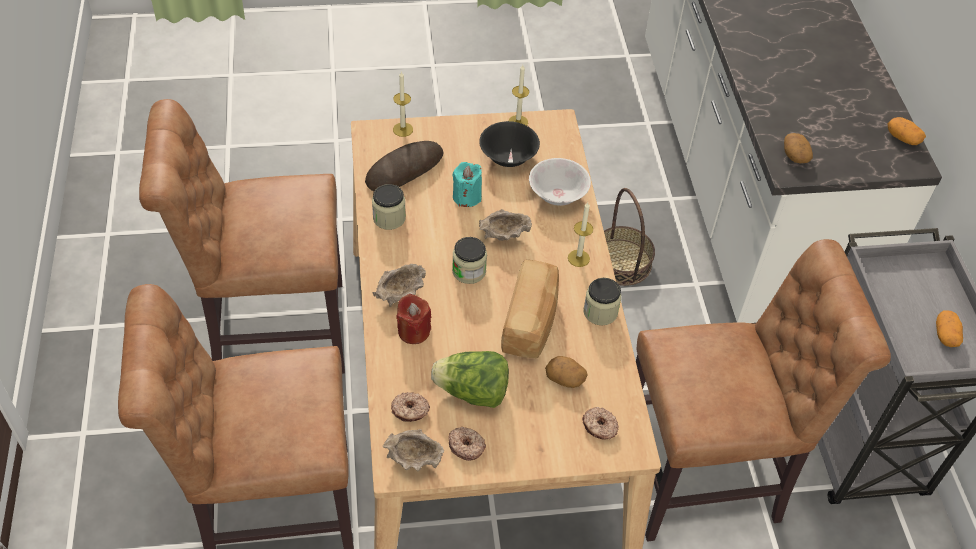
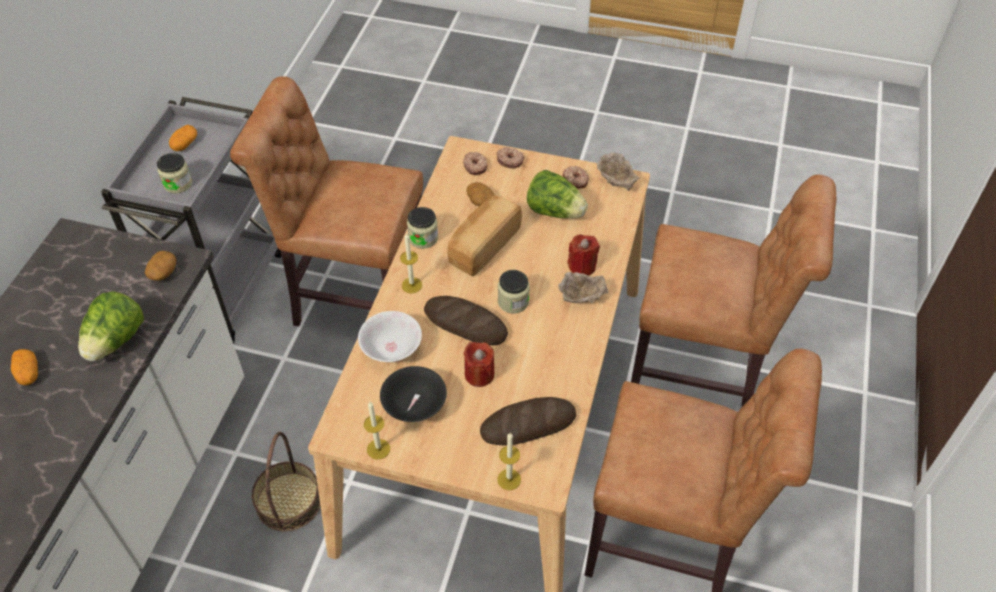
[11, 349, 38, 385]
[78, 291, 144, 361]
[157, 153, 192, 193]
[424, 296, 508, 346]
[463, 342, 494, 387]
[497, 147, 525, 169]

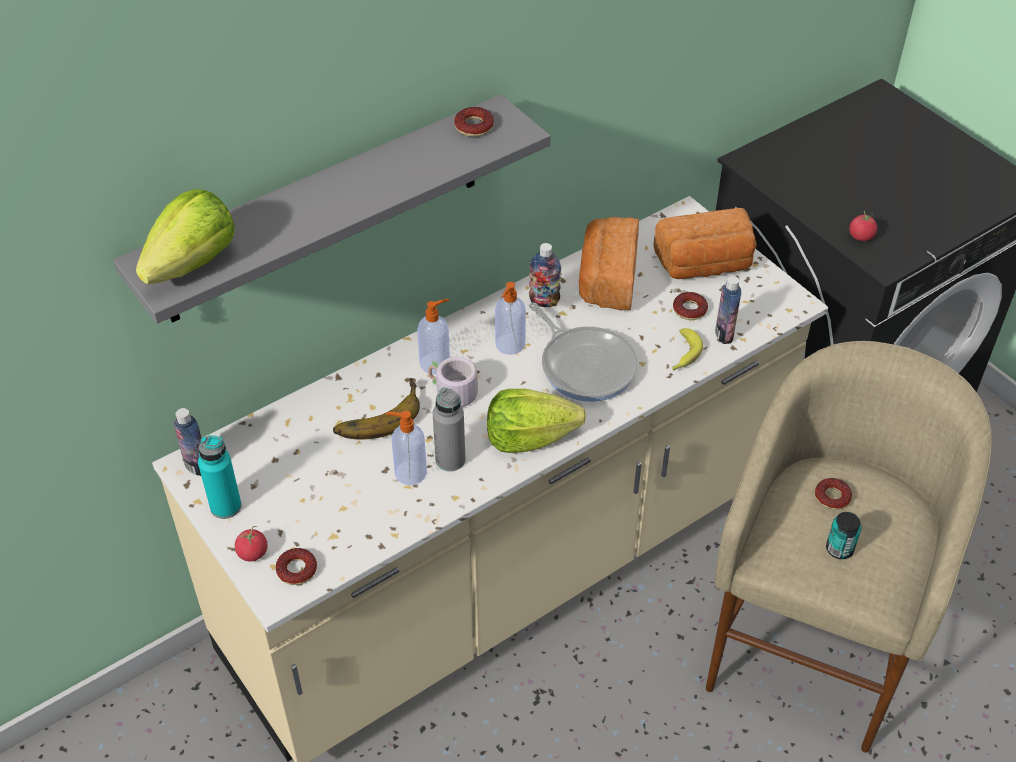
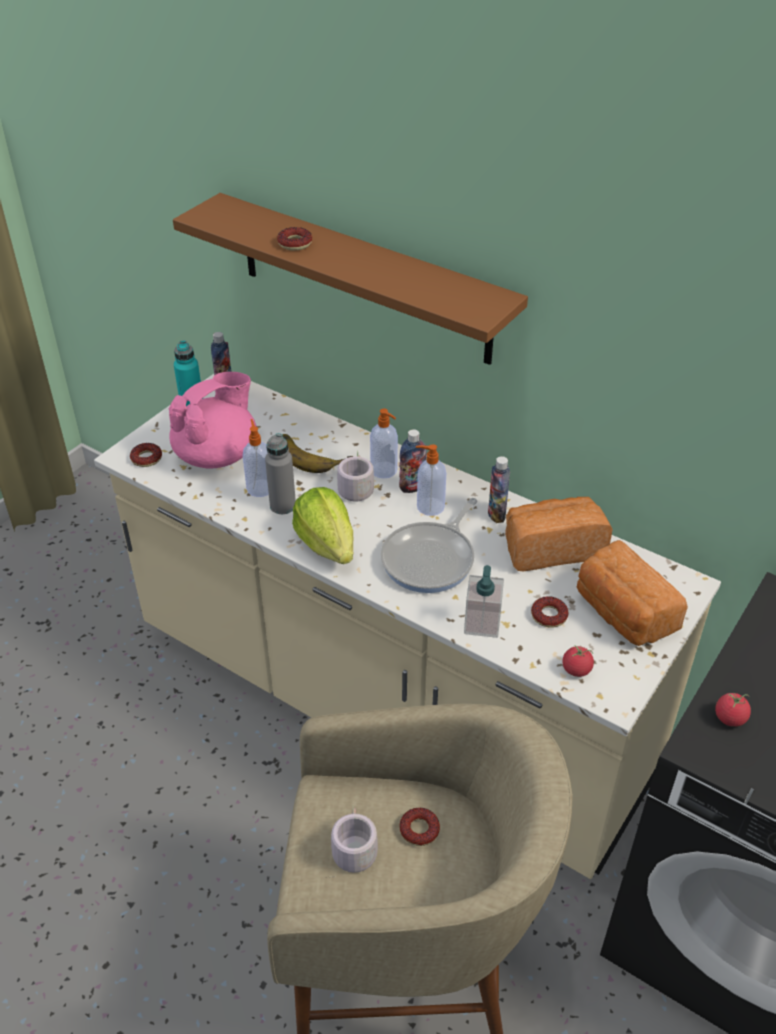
[169, 372, 256, 468]
[173, 193, 528, 365]
[277, 227, 312, 251]
[331, 807, 378, 873]
[399, 429, 427, 493]
[464, 565, 504, 638]
[563, 645, 594, 677]
[136, 189, 235, 284] (first image)

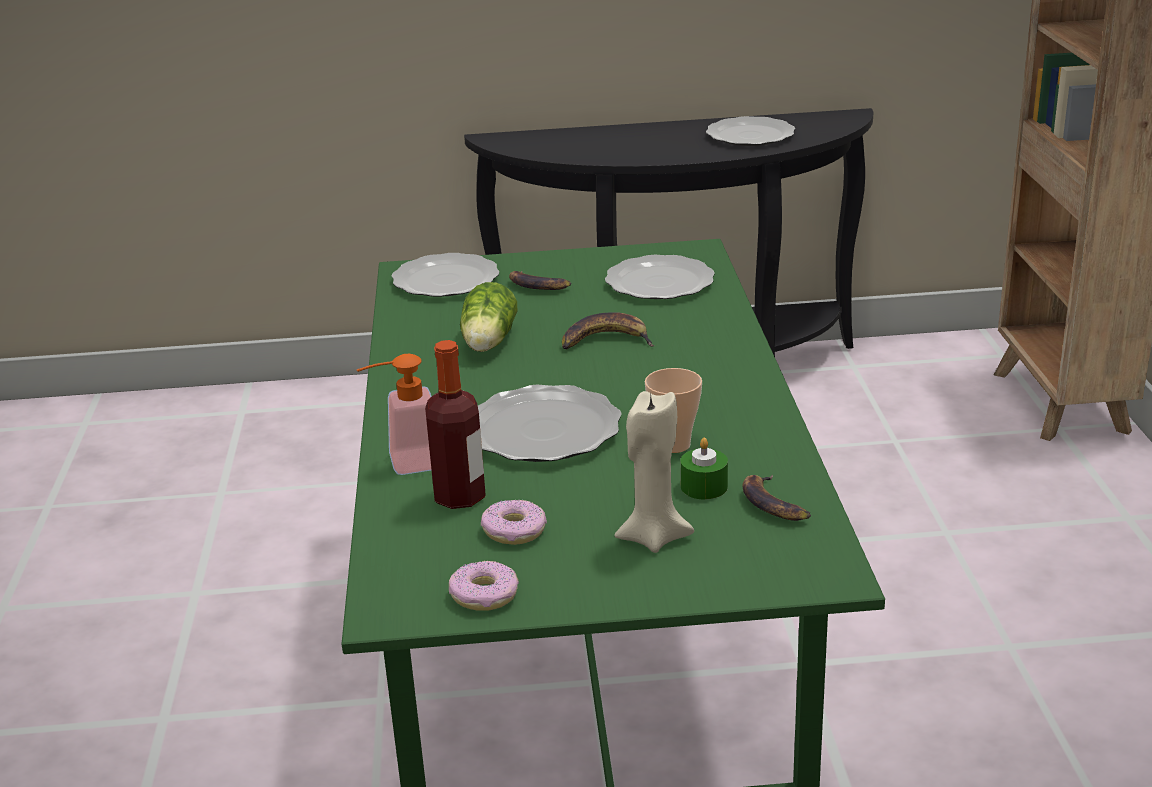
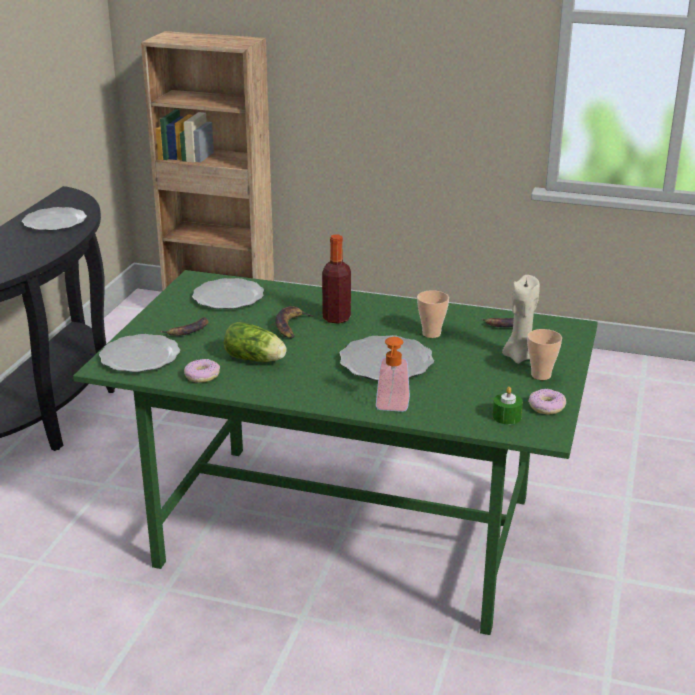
[184, 359, 220, 383]
[322, 234, 351, 324]
[493, 387, 523, 425]
[527, 329, 562, 380]

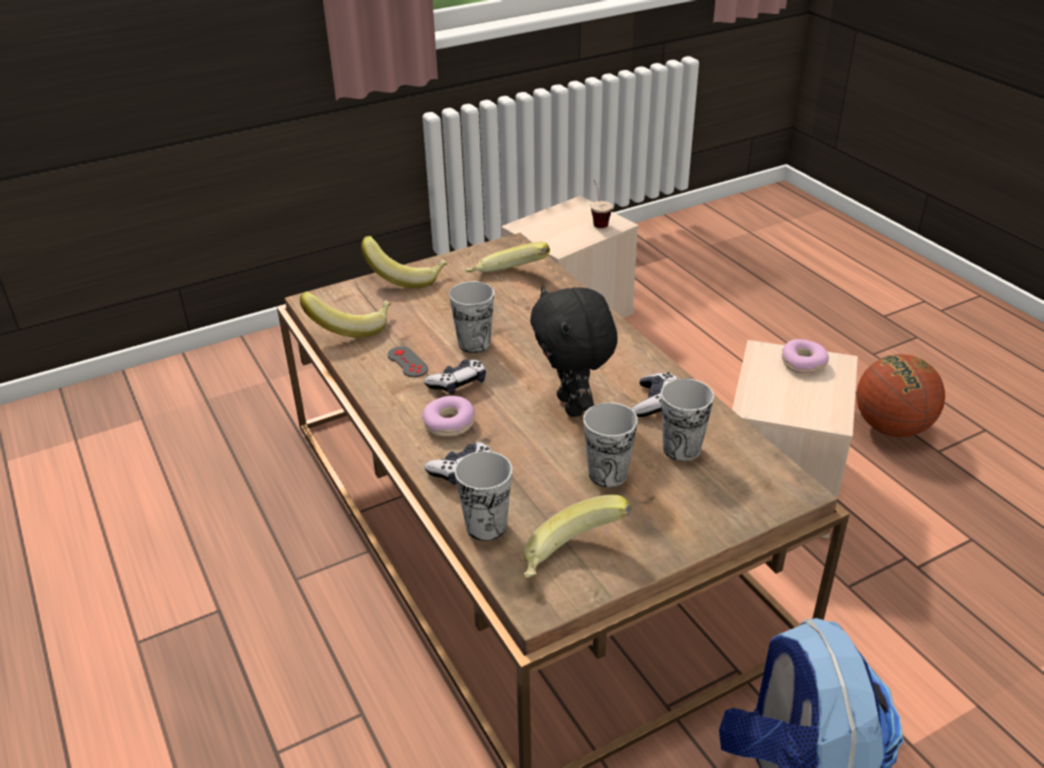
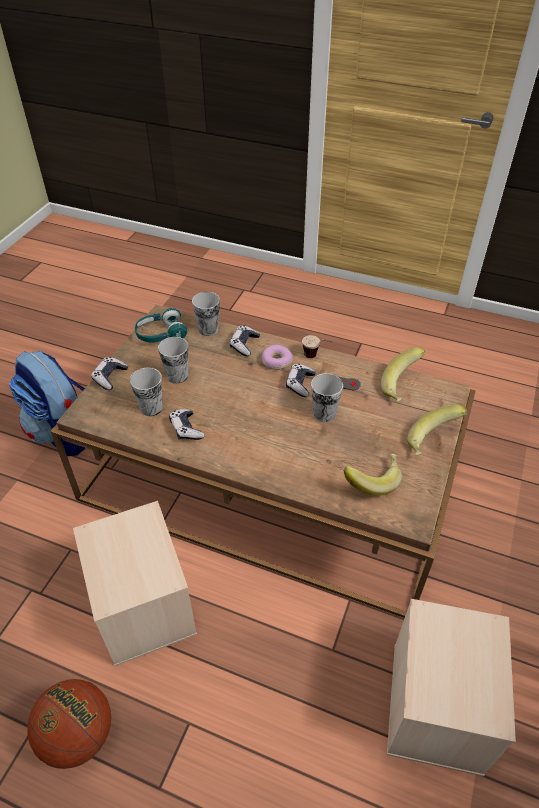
[91, 357, 128, 390]
[135, 308, 187, 343]
[302, 335, 332, 358]
[530, 286, 617, 417] (first image)
[782, 339, 829, 373] (first image)

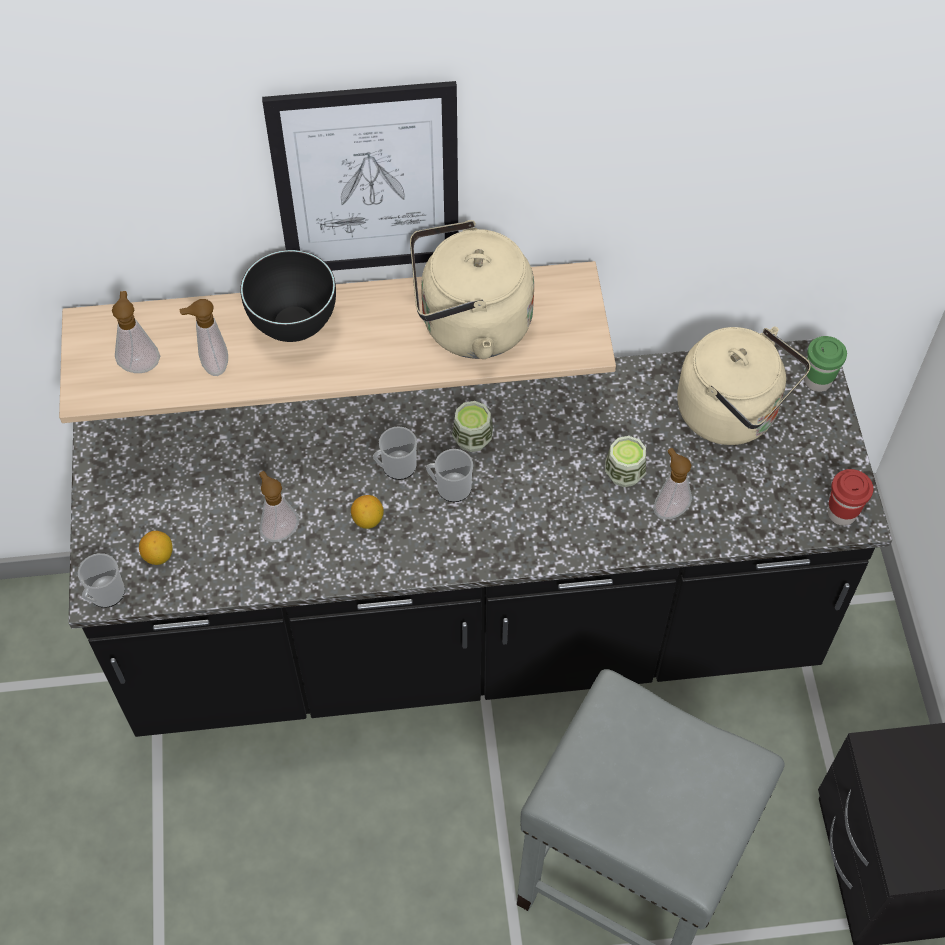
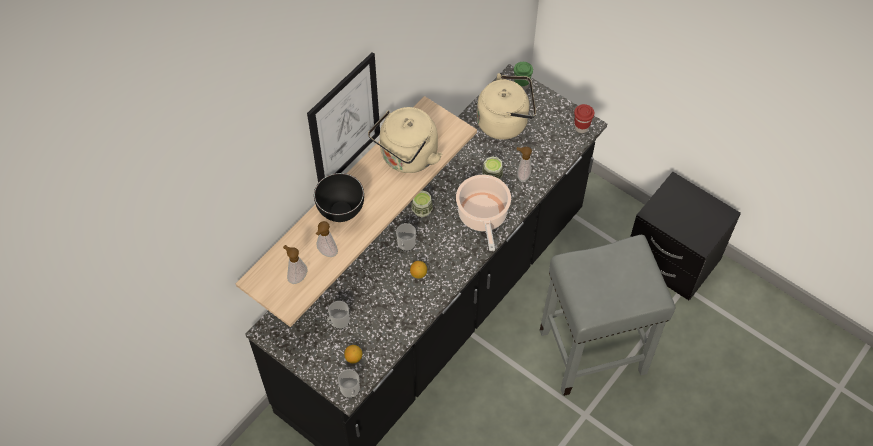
[327, 301, 350, 329]
[456, 175, 511, 251]
[259, 471, 299, 542] (first image)

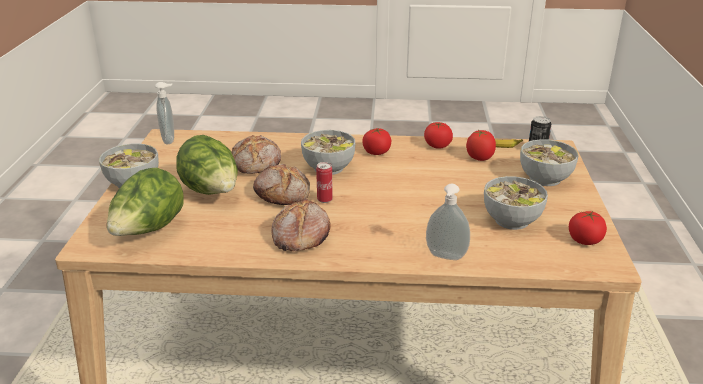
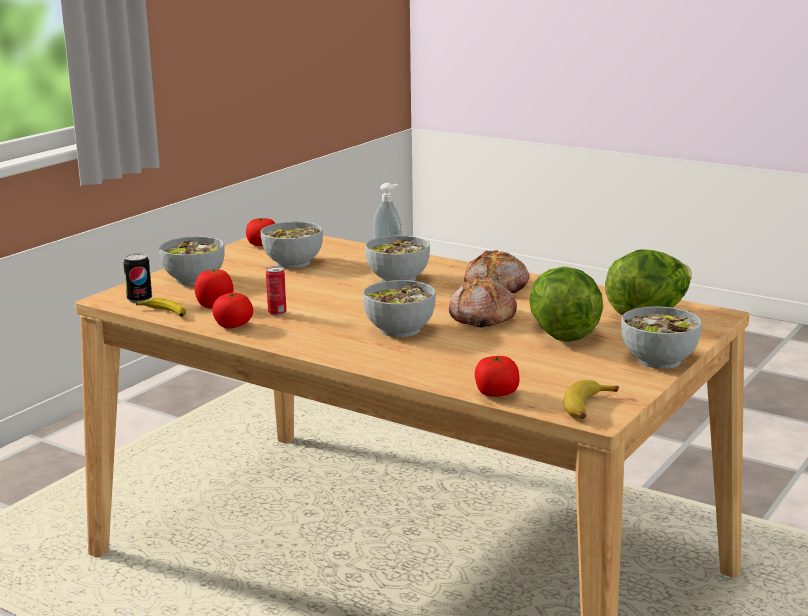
[266, 266, 286, 316]
[365, 235, 430, 282]
[475, 356, 520, 397]
[563, 380, 619, 419]
[231, 135, 281, 174] (first image)

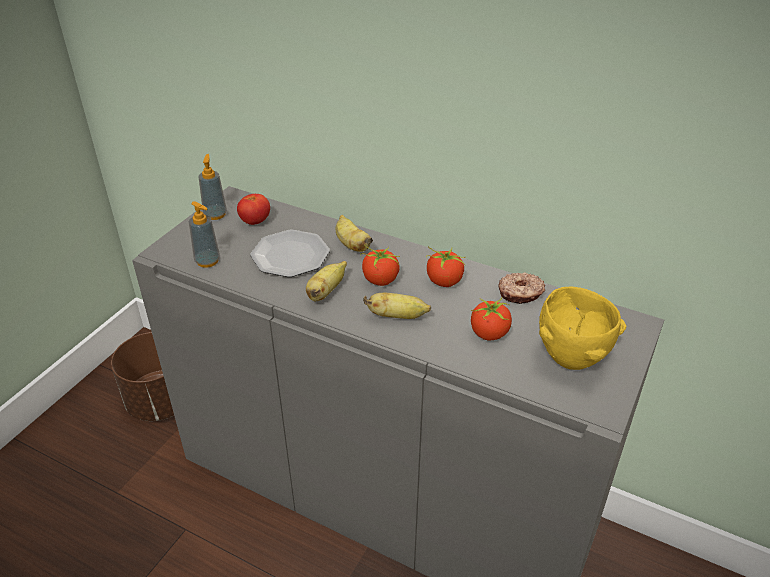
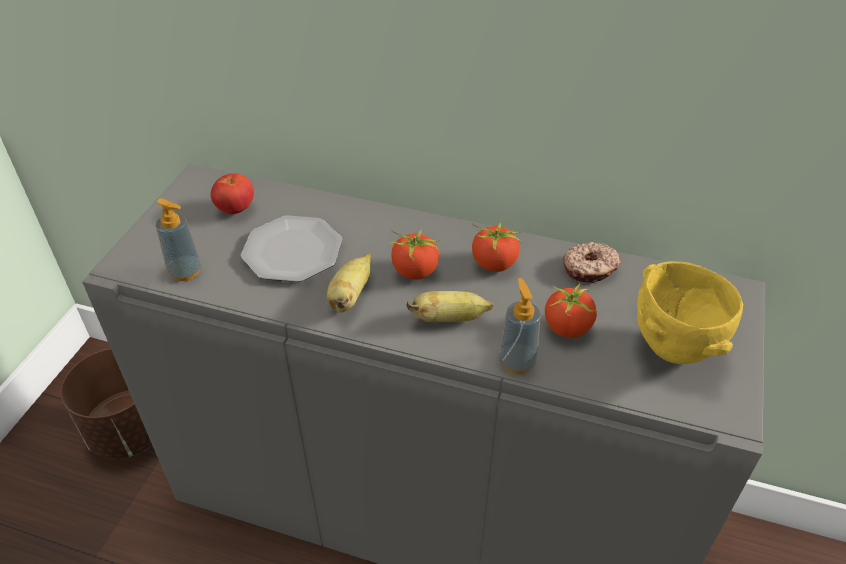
[499, 278, 541, 374]
[336, 215, 373, 252] (first image)

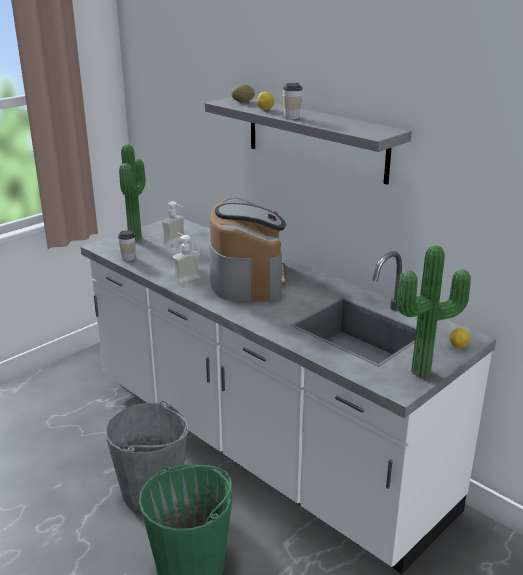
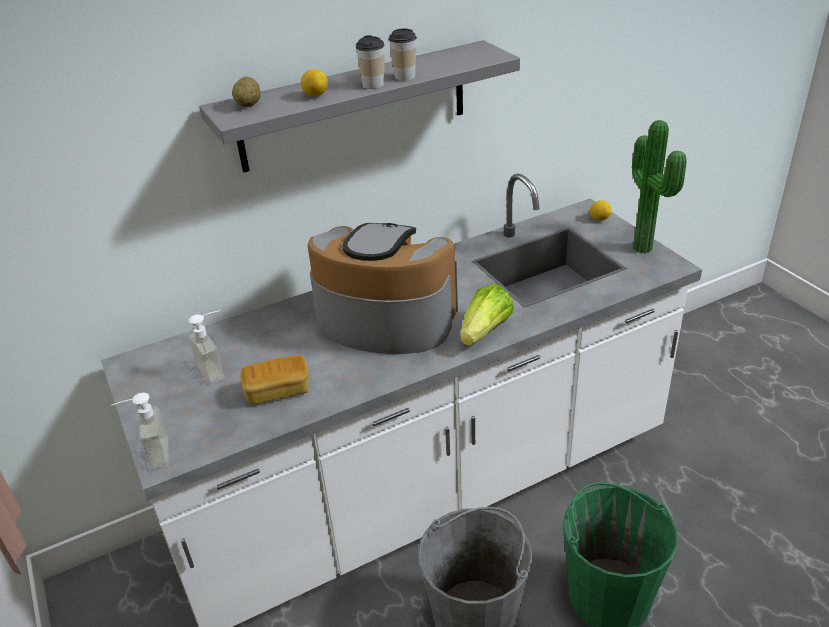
[111, 393, 169, 470]
[240, 355, 309, 404]
[389, 29, 417, 81]
[460, 284, 514, 346]
[119, 145, 146, 240] (first image)

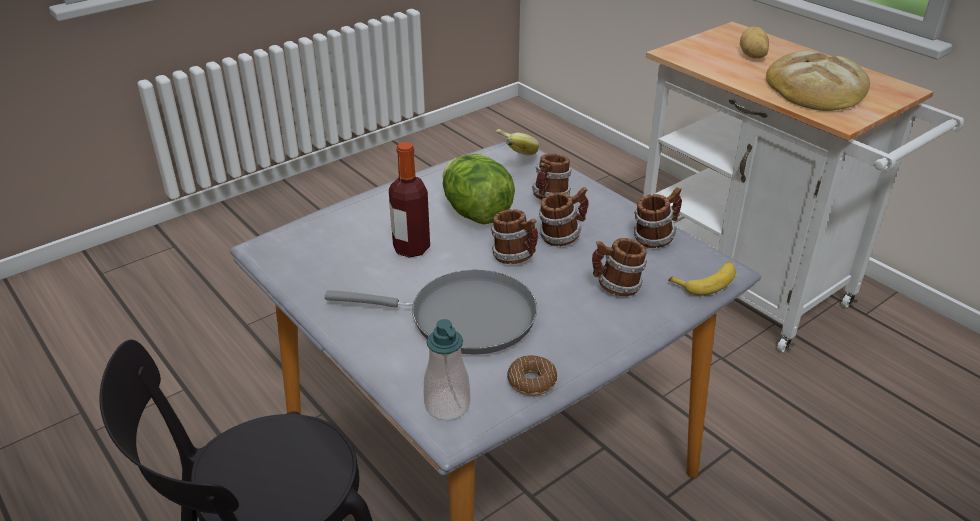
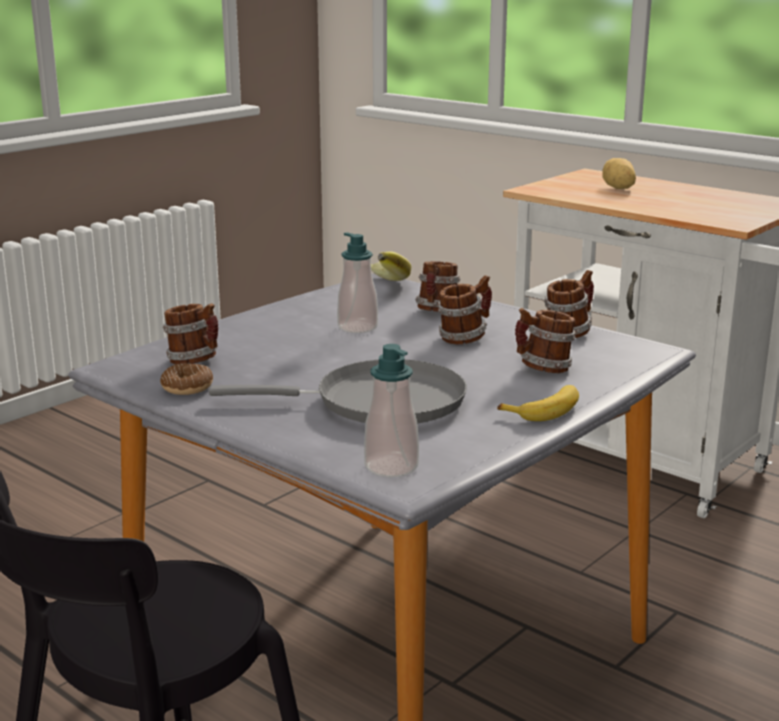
[160, 364, 213, 395]
[163, 303, 218, 365]
[337, 232, 378, 333]
[497, 385, 579, 421]
[389, 142, 430, 258] (first image)
[766, 51, 870, 111] (first image)

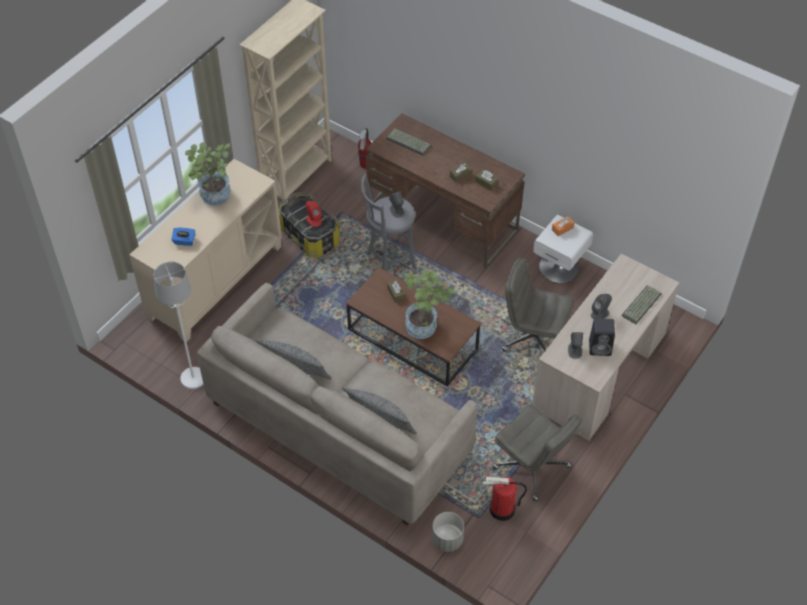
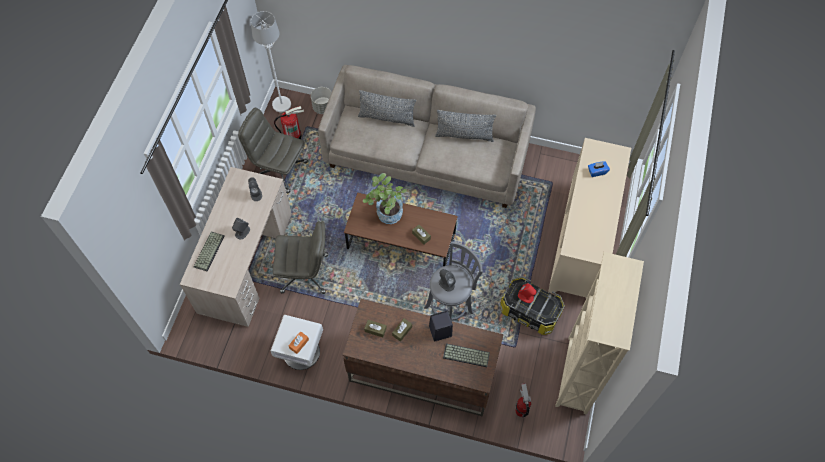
[251, 11, 291, 112]
[429, 311, 453, 341]
[185, 142, 231, 206] (first image)

